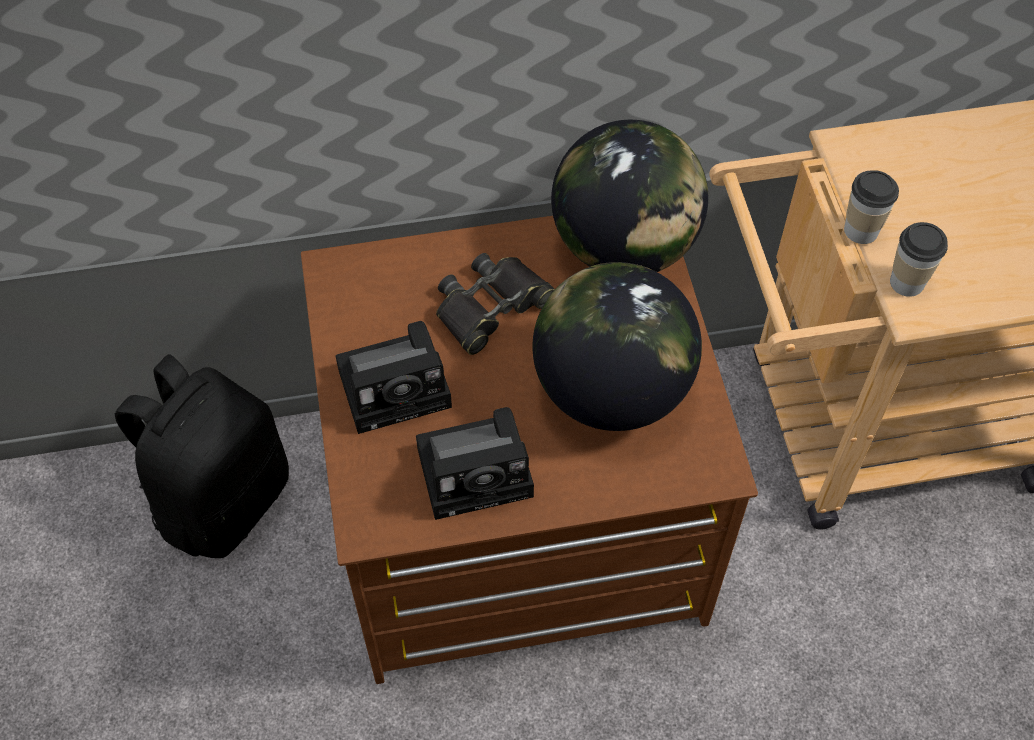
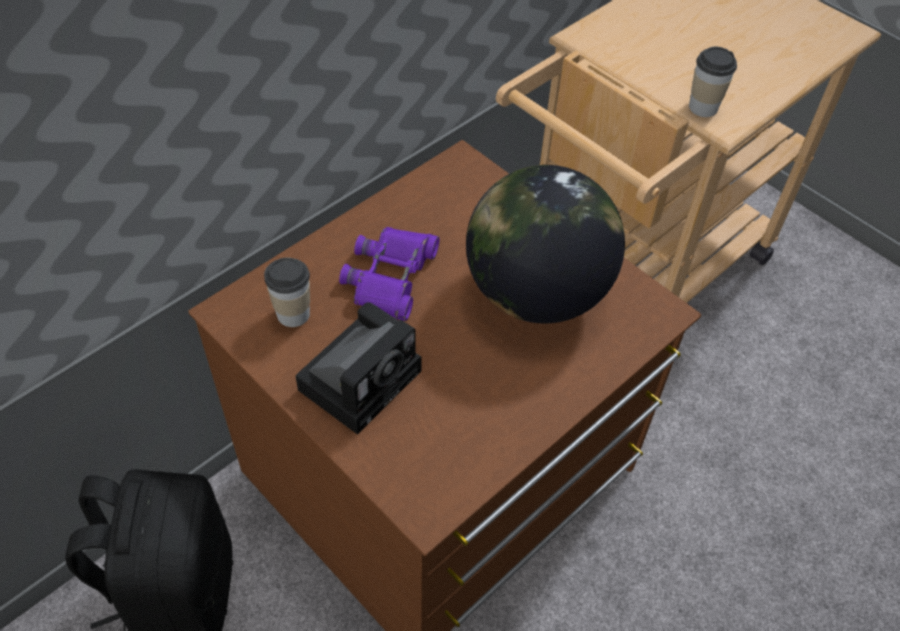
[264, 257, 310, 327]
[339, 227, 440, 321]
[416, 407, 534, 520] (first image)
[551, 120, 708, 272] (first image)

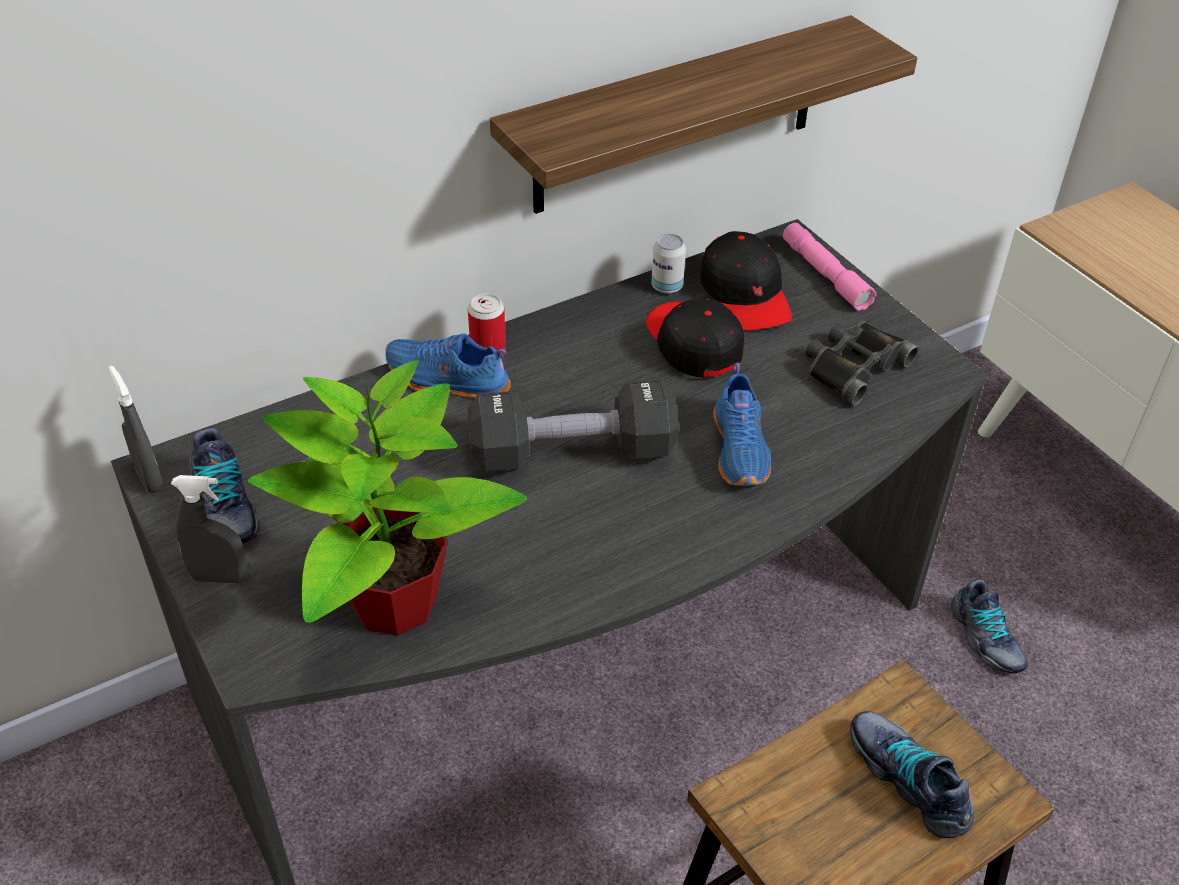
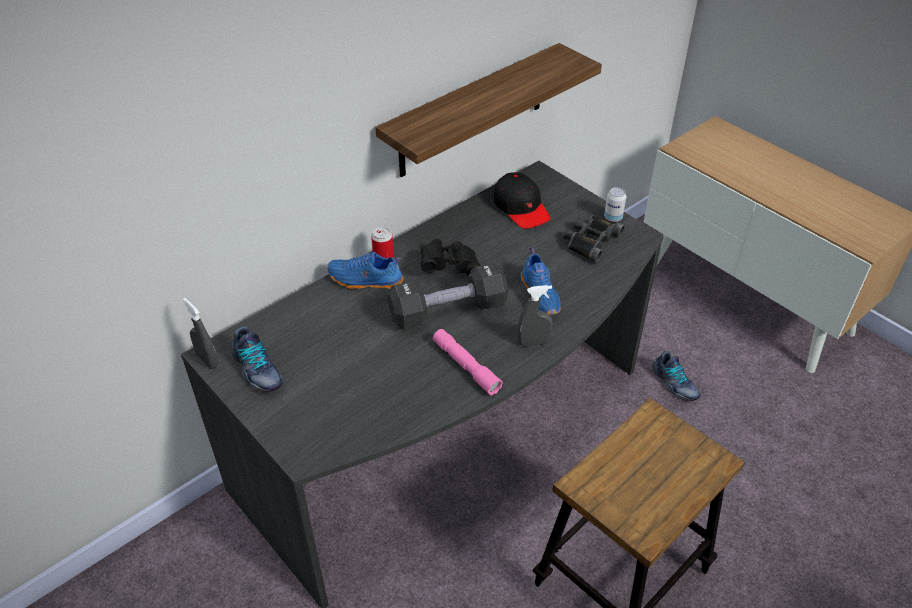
[421, 239, 481, 276]
[433, 329, 503, 396]
[518, 285, 553, 346]
[604, 187, 626, 222]
[248, 360, 527, 636] (first image)
[646, 299, 744, 377] (first image)
[850, 711, 974, 838] (first image)

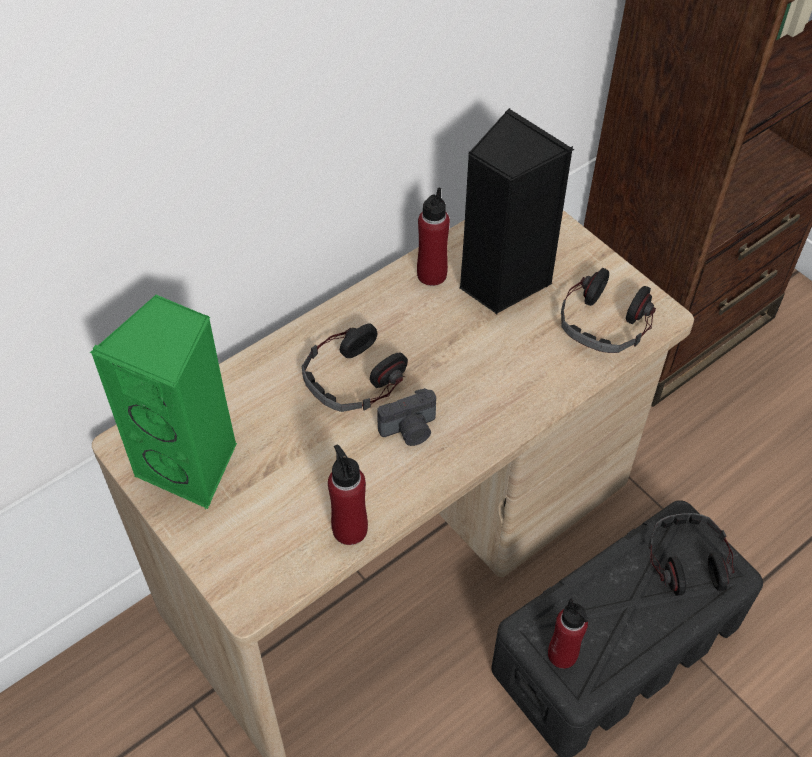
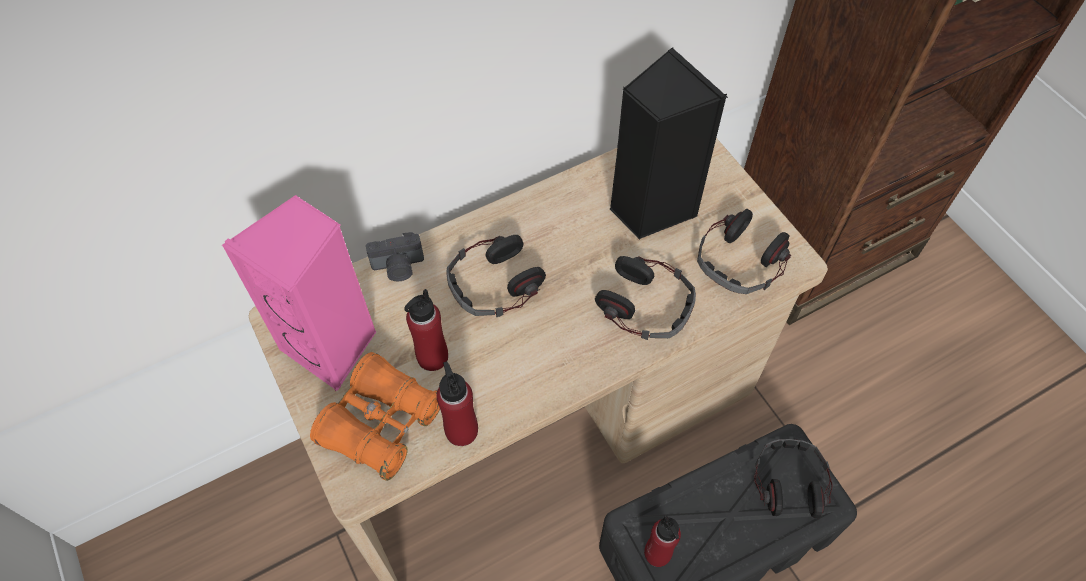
[222, 195, 377, 391]
[310, 352, 440, 481]
[366, 232, 424, 281]
[404, 289, 448, 371]
[595, 256, 696, 340]

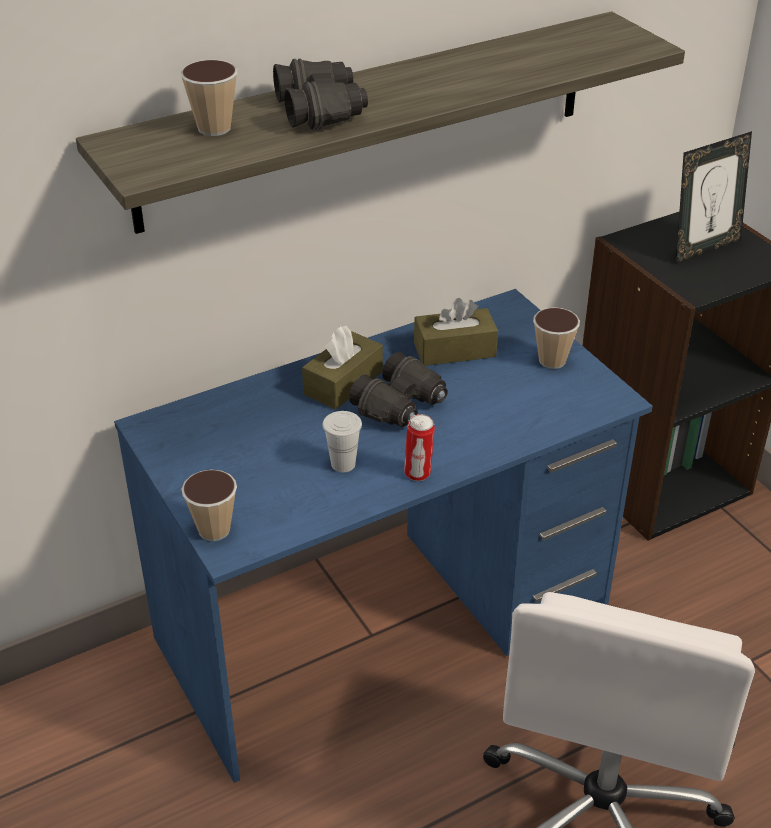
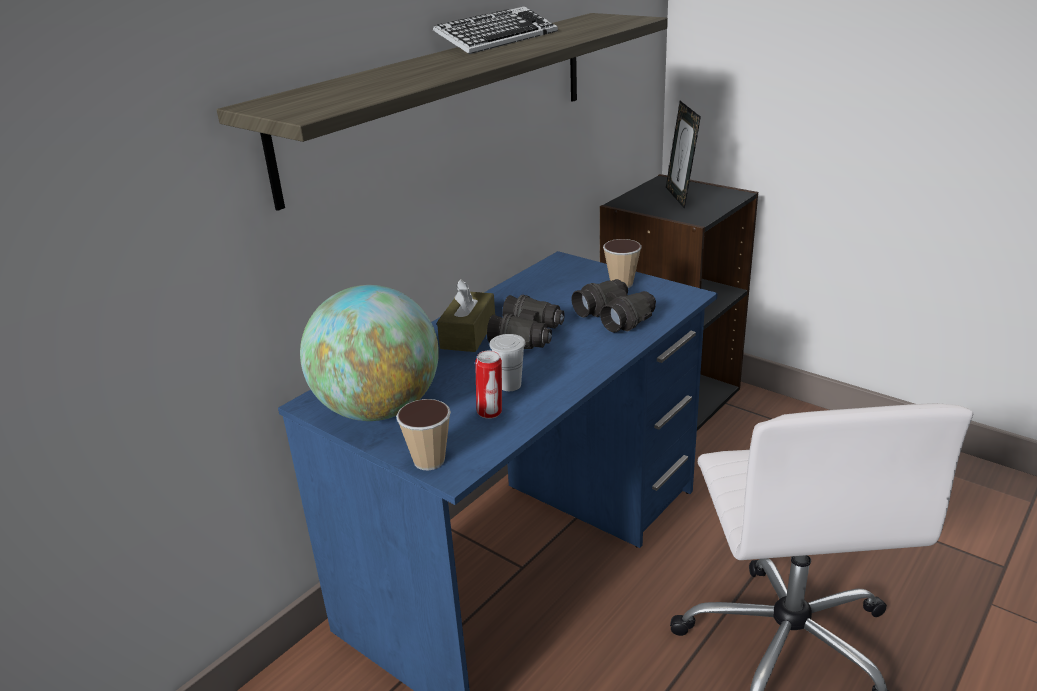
[300, 285, 439, 421]
[433, 6, 558, 54]
[475, 351, 502, 419]
[571, 279, 656, 333]
[666, 101, 701, 209]
[180, 60, 238, 136] (first image)
[414, 298, 498, 366] (first image)

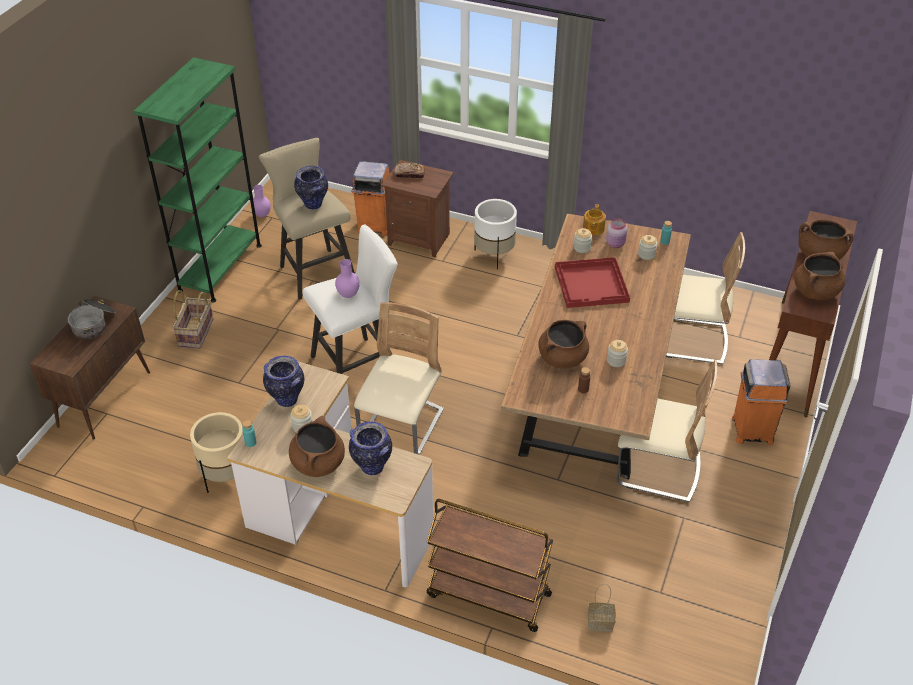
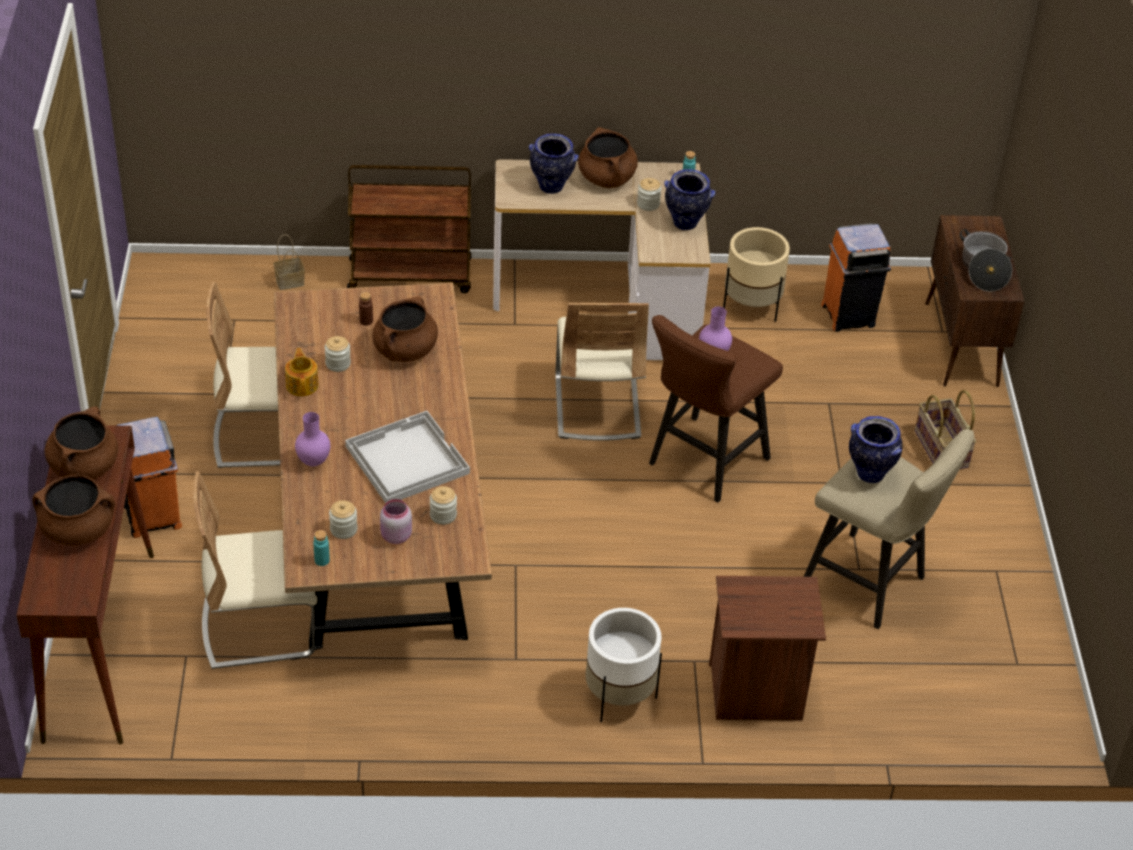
[285, 348, 319, 396]
[295, 412, 330, 466]
[345, 411, 470, 503]
[649, 315, 783, 503]
[821, 223, 891, 332]
[133, 57, 262, 302] (first image)
[394, 163, 425, 179] (first image)

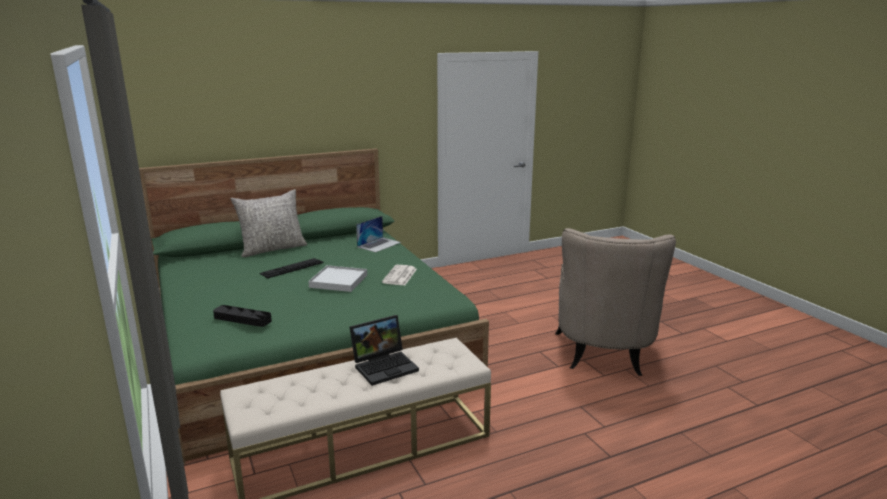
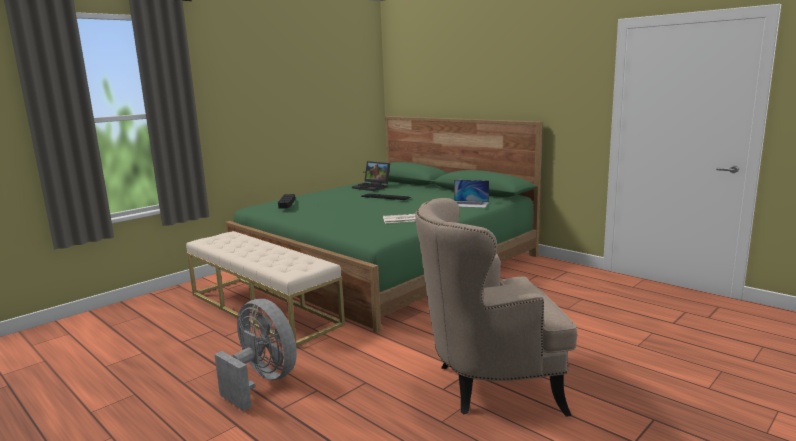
[214, 299, 297, 411]
[352, 161, 390, 191]
[231, 189, 307, 257] (first image)
[308, 265, 367, 292] (first image)

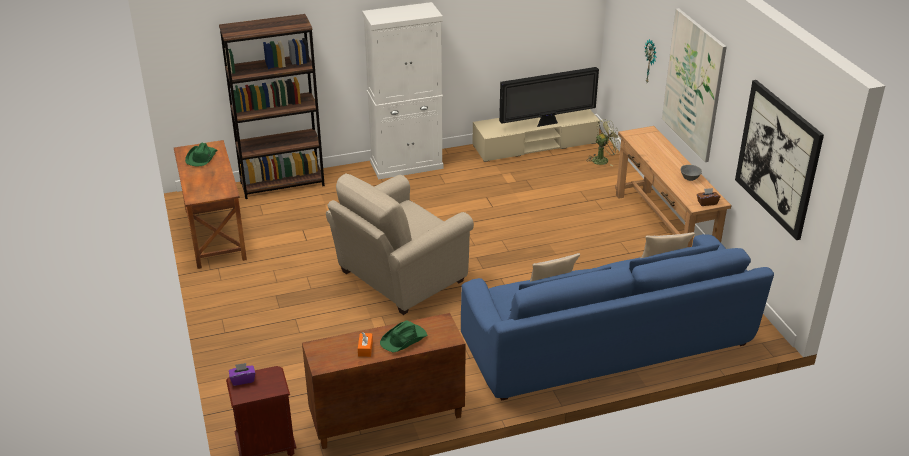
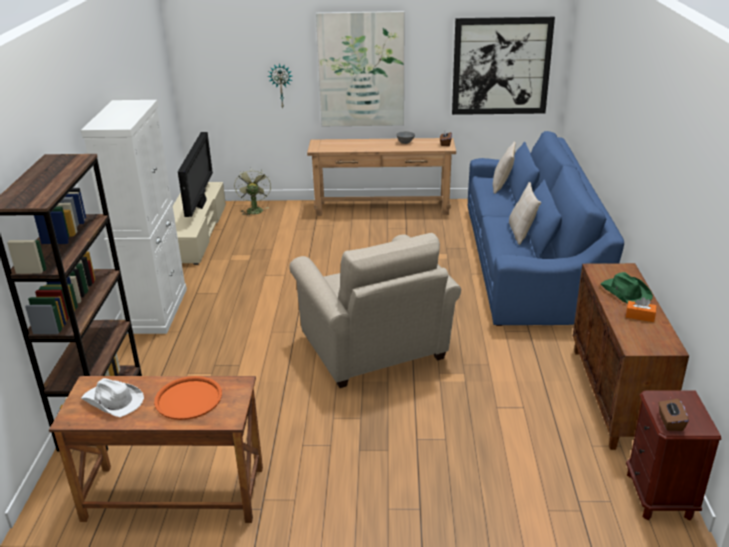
[81, 378, 144, 417]
[154, 376, 222, 420]
[658, 399, 689, 431]

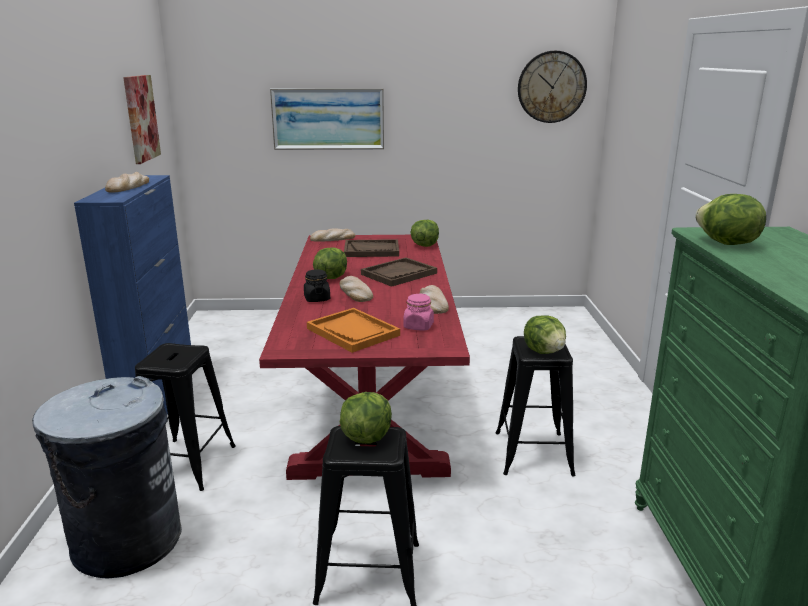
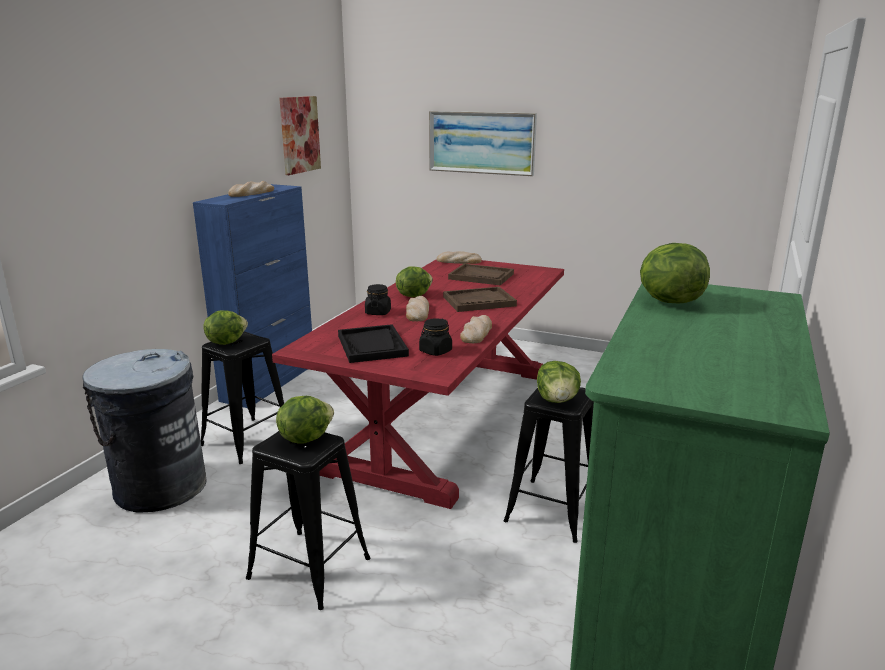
[203, 310, 248, 345]
[338, 324, 409, 363]
[419, 318, 452, 356]
[518, 51, 587, 123] (first image)

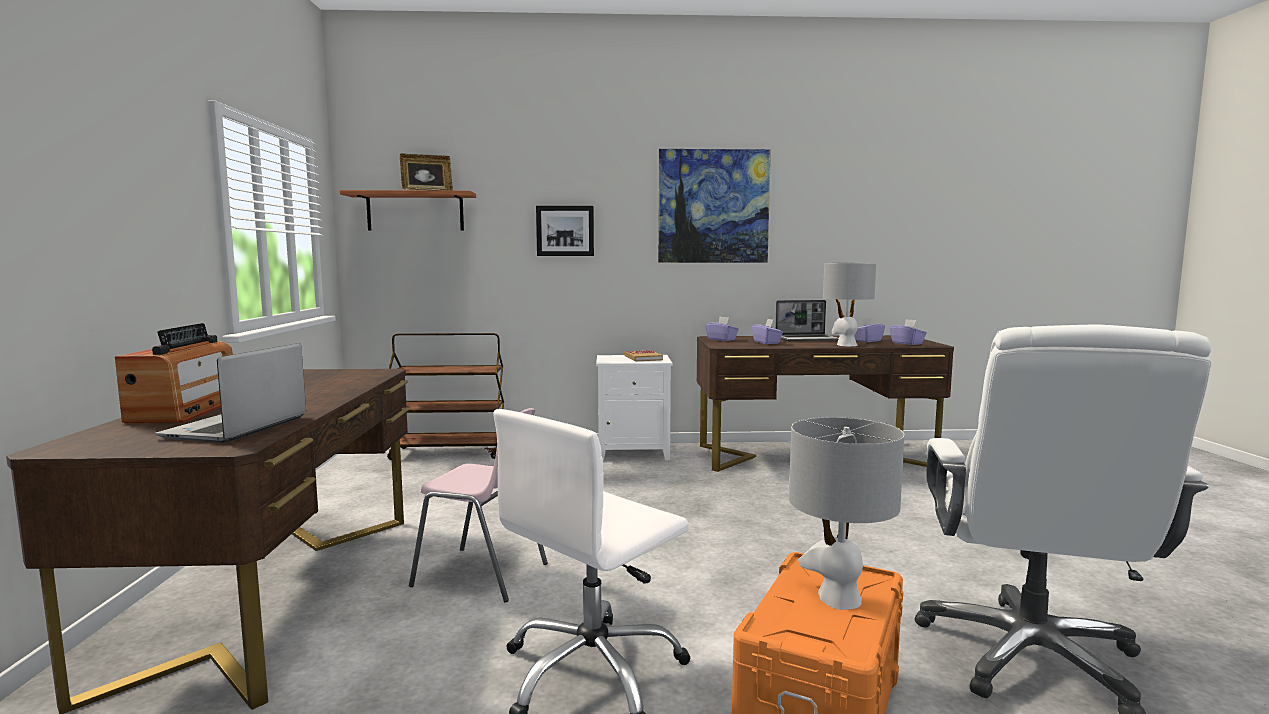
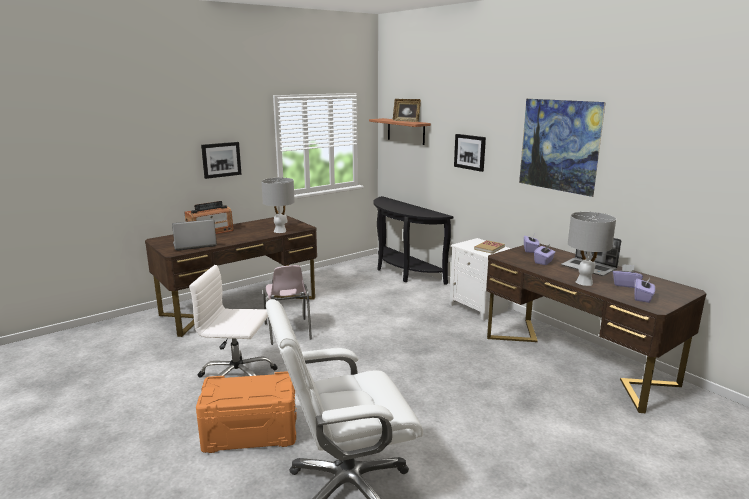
[201, 142, 242, 179]
[261, 178, 295, 233]
[373, 196, 453, 285]

